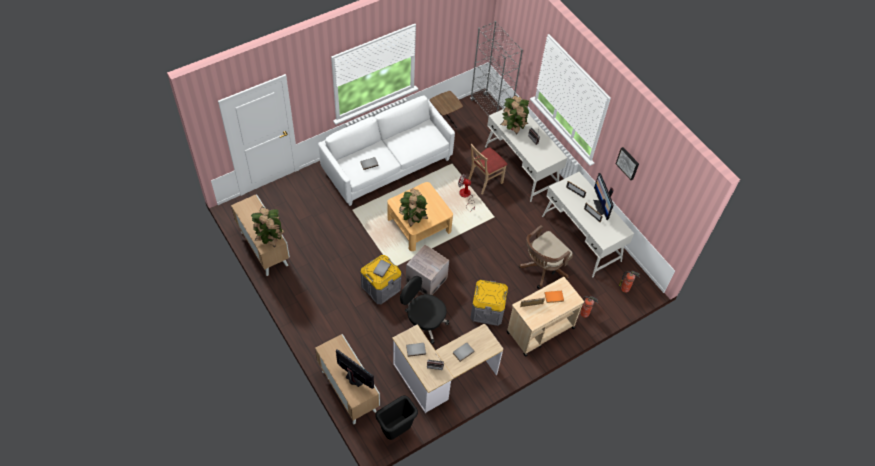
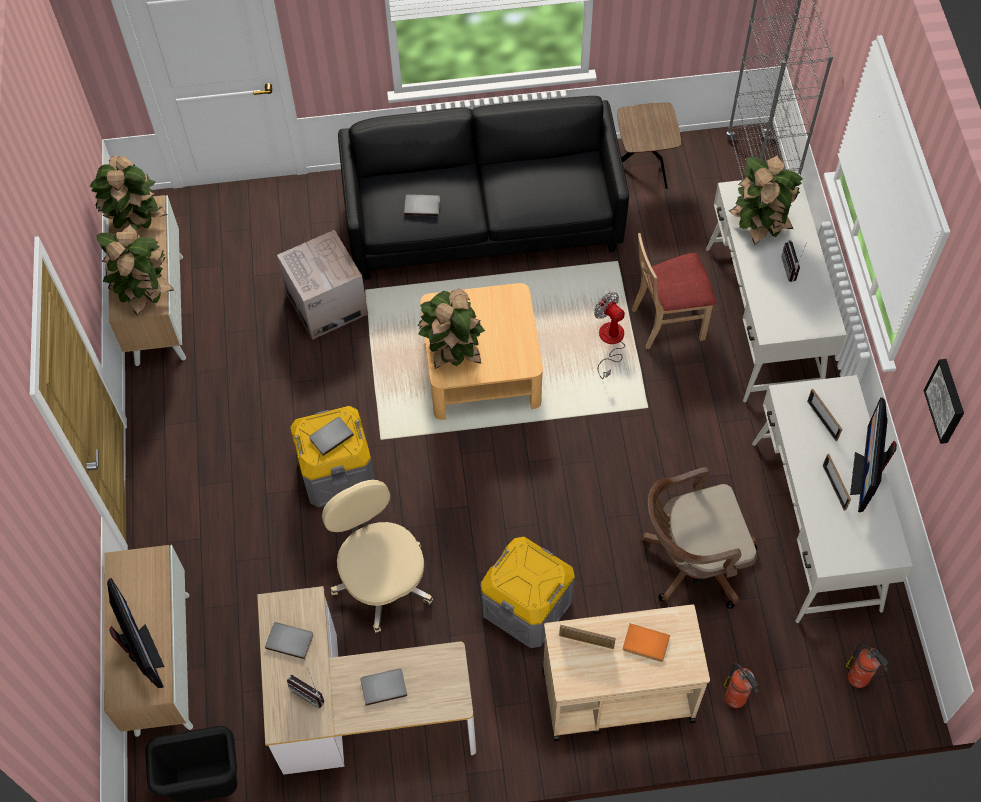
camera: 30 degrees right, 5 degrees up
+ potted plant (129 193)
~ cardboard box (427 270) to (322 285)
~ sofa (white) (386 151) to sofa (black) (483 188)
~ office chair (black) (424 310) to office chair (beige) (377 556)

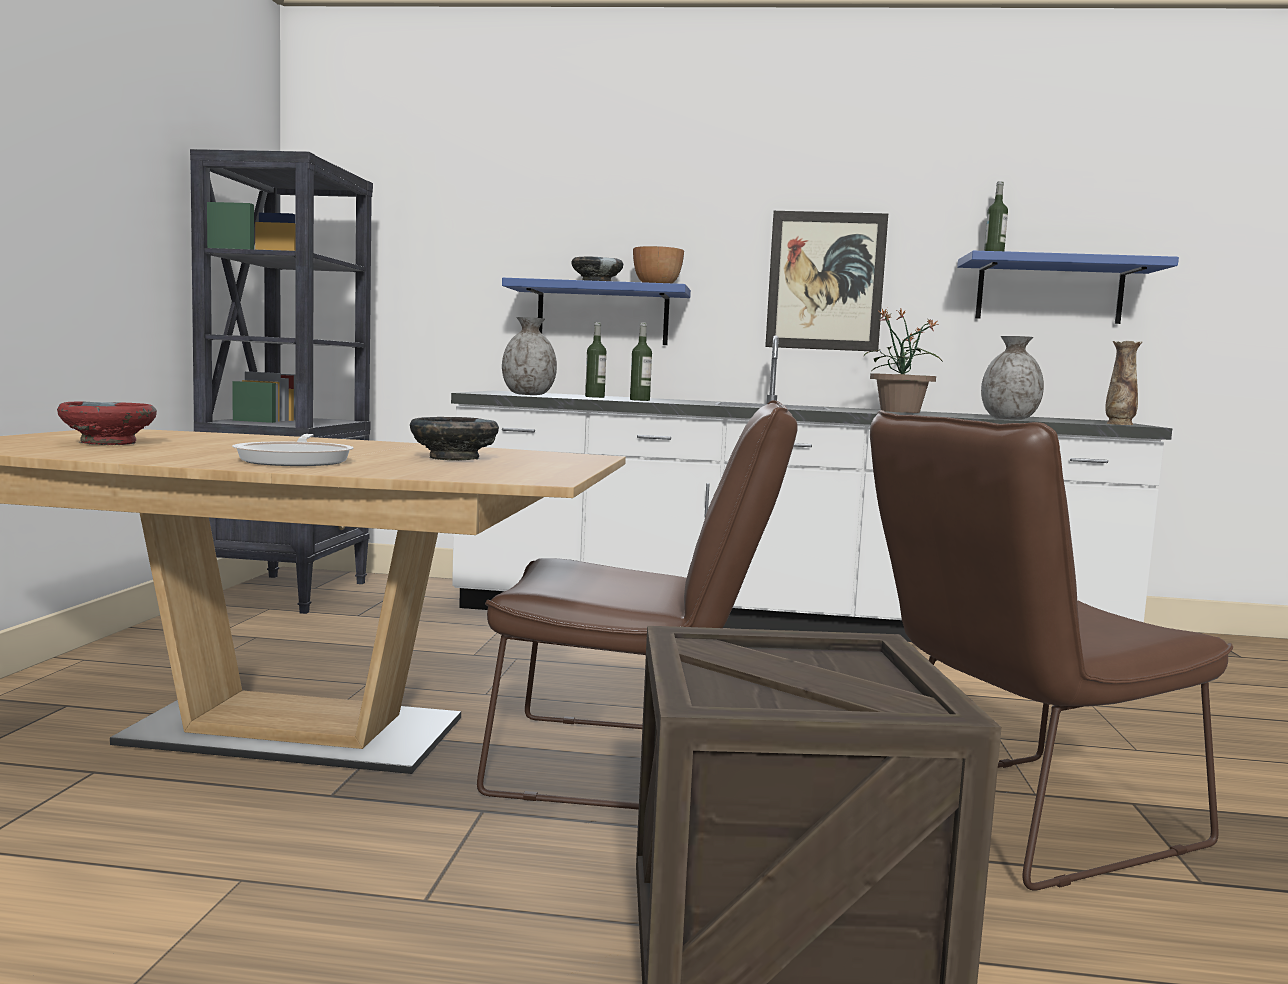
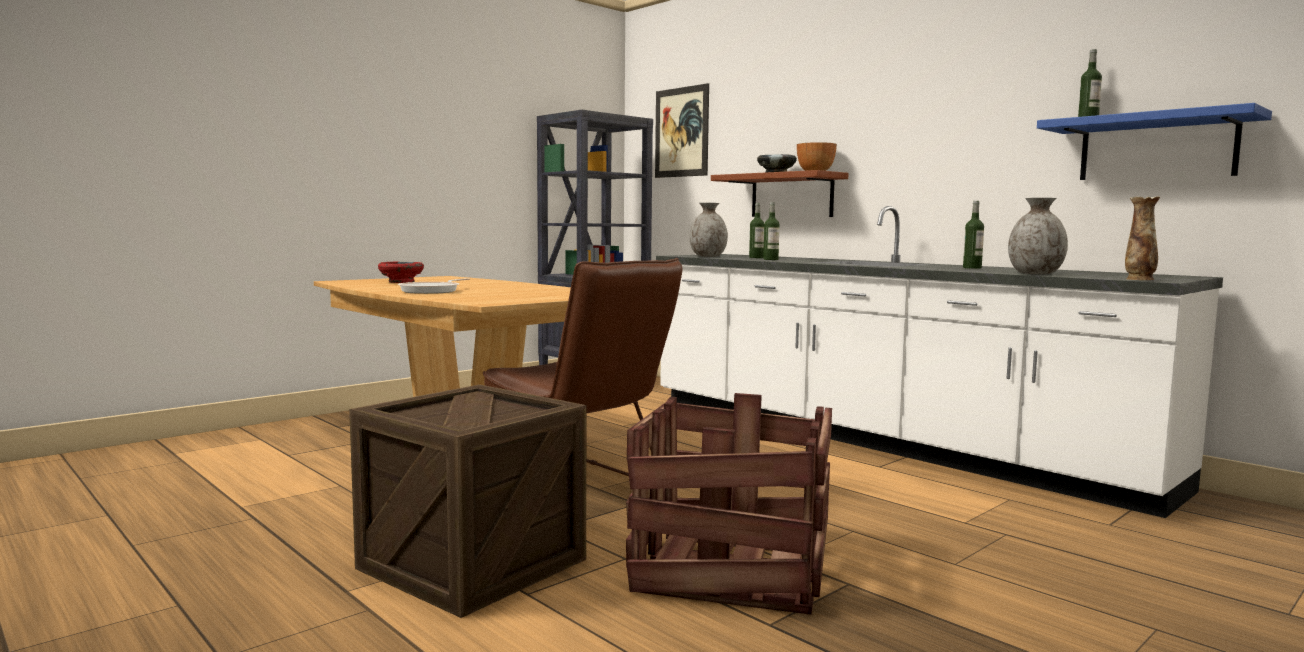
camera: 40 degrees right, 0 degrees up
- bowl (black) (454 439)
~ picture (826 281) to (682 130)
~ potted plant (903 360) to bottle (973 235)
~ chair (brown) (1051 650) to crate (729 504)
~ shelf (blue) (596 311) to shelf (brown) (779 193)

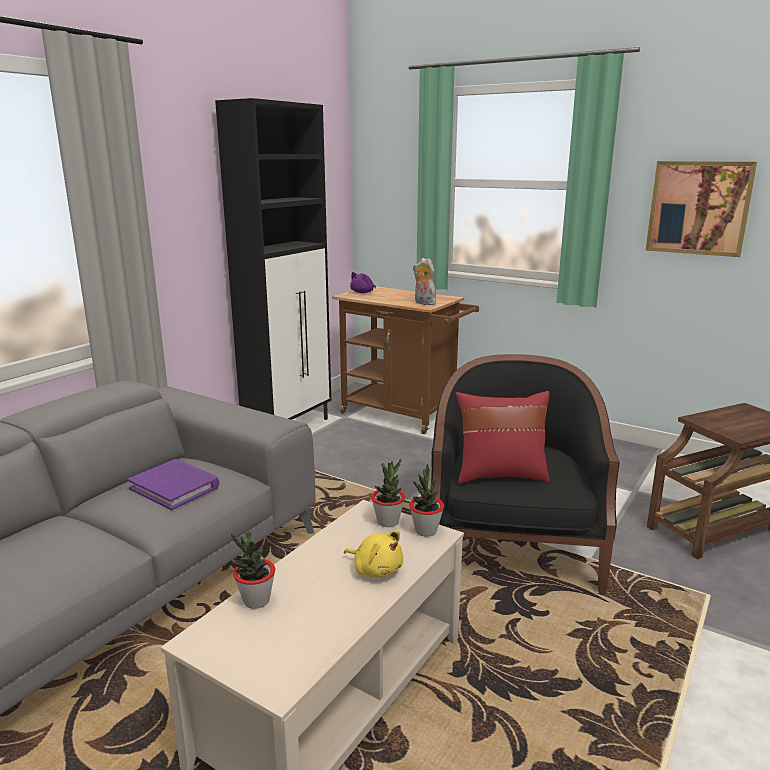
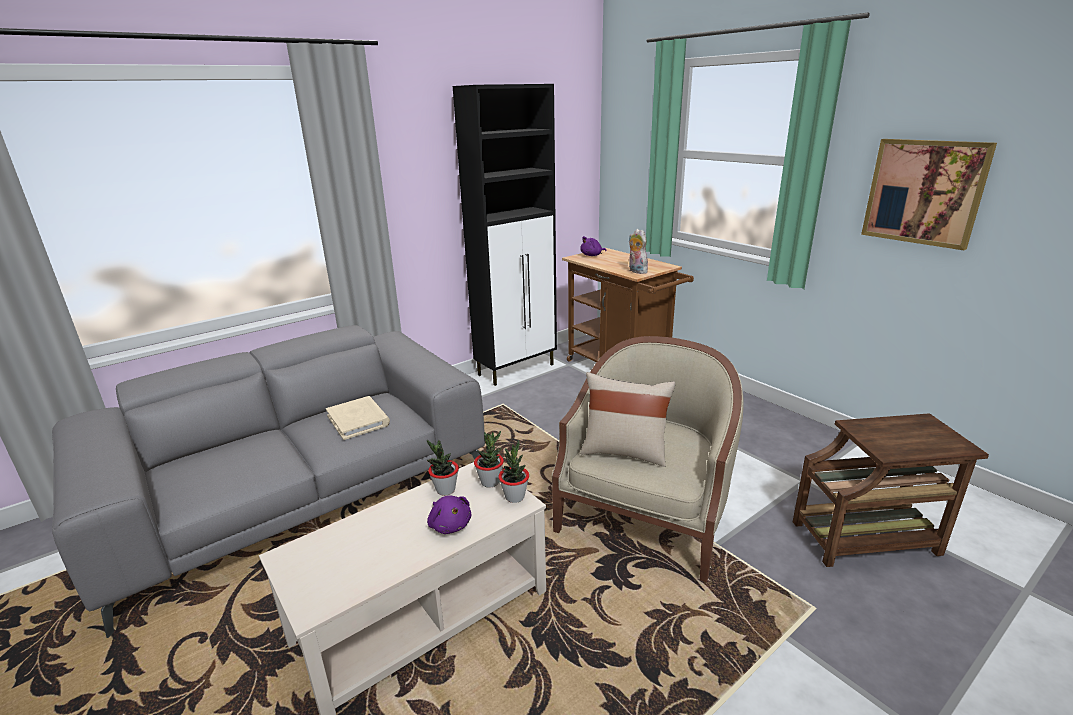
camera: 20 degrees right, 5 degrees up
~ potted plant (253 570) to (443 468)
~ book (purple) (173 484) to book (beige) (358 418)
~ plush toy (yellow) (373 554) to plush toy (purple) (449 515)
~ armchair (black) (525 474) to armchair (beige) (648 459)
~ pillow (red) (503 437) to pillow (beige) (627 419)

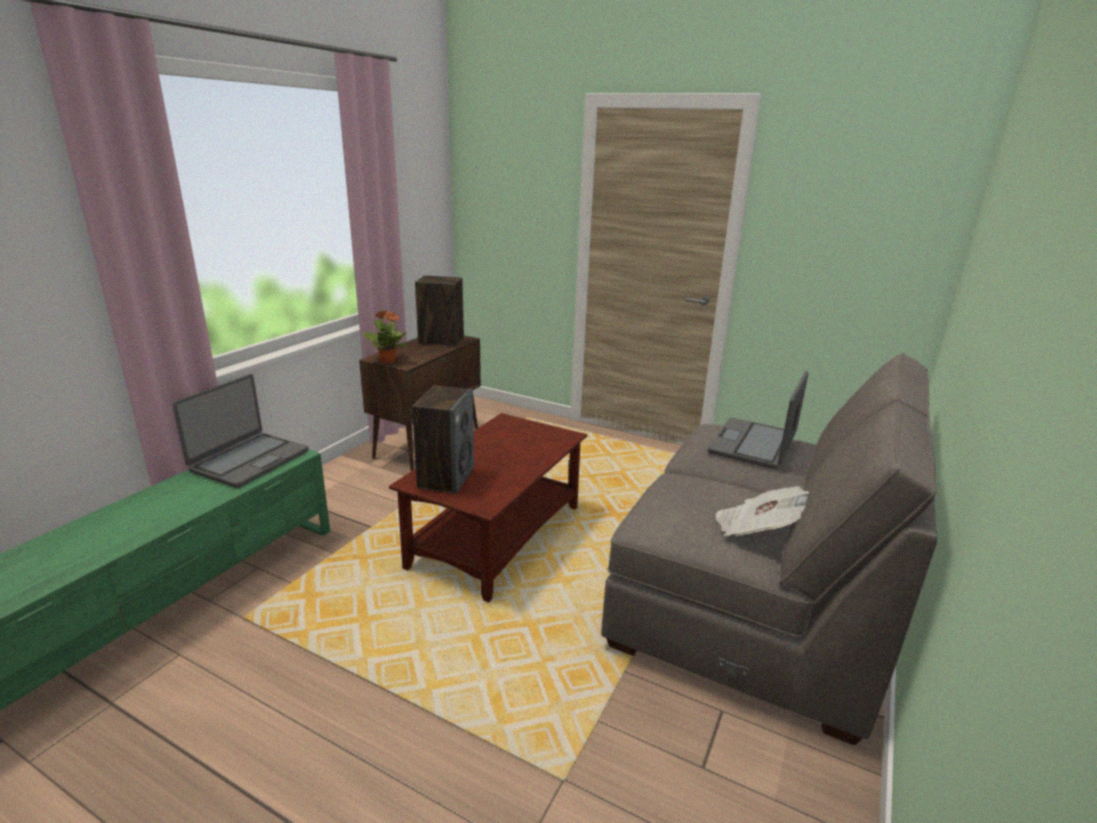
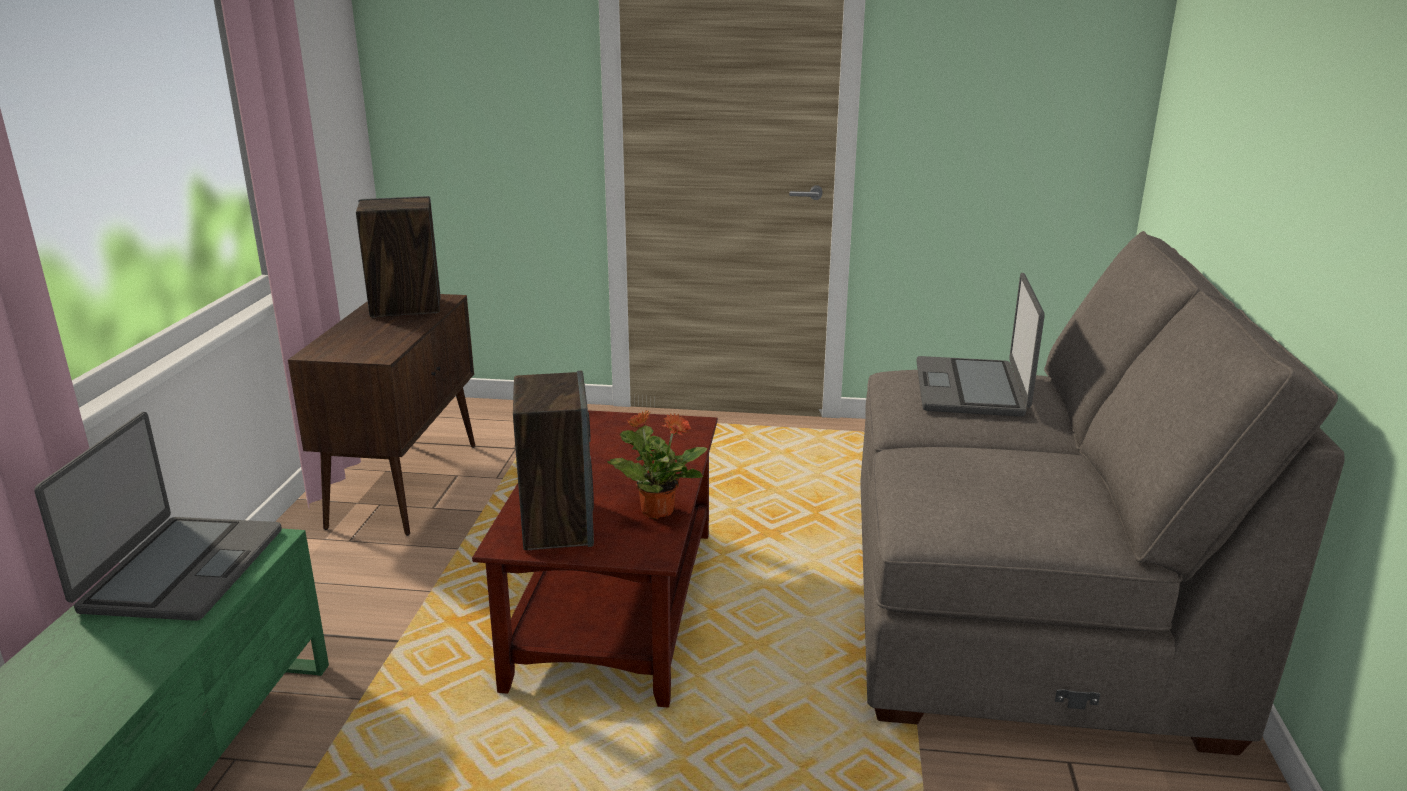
camera: 20 degrees left, 0 degrees up
- newspaper (762 511)
~ potted plant (385 336) to (657 464)

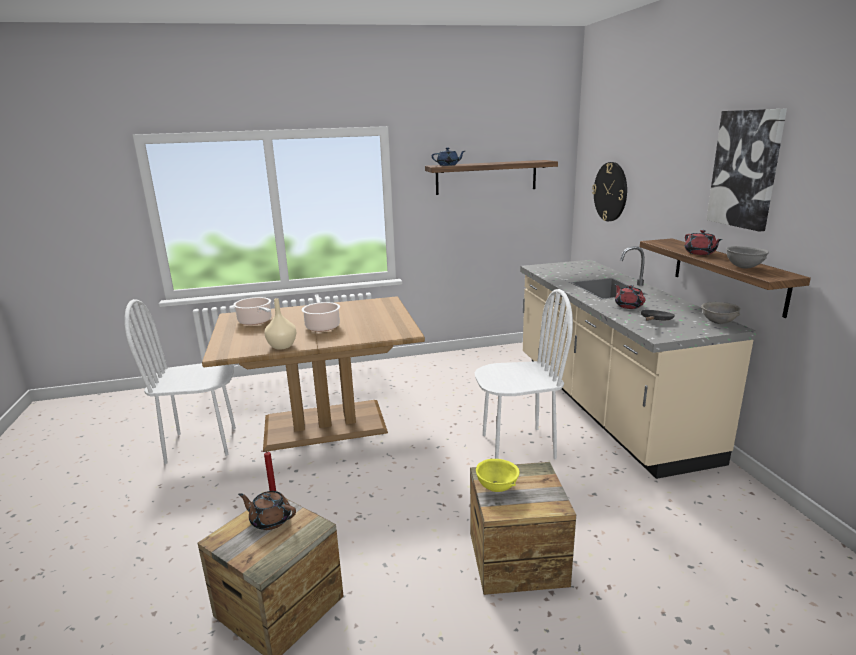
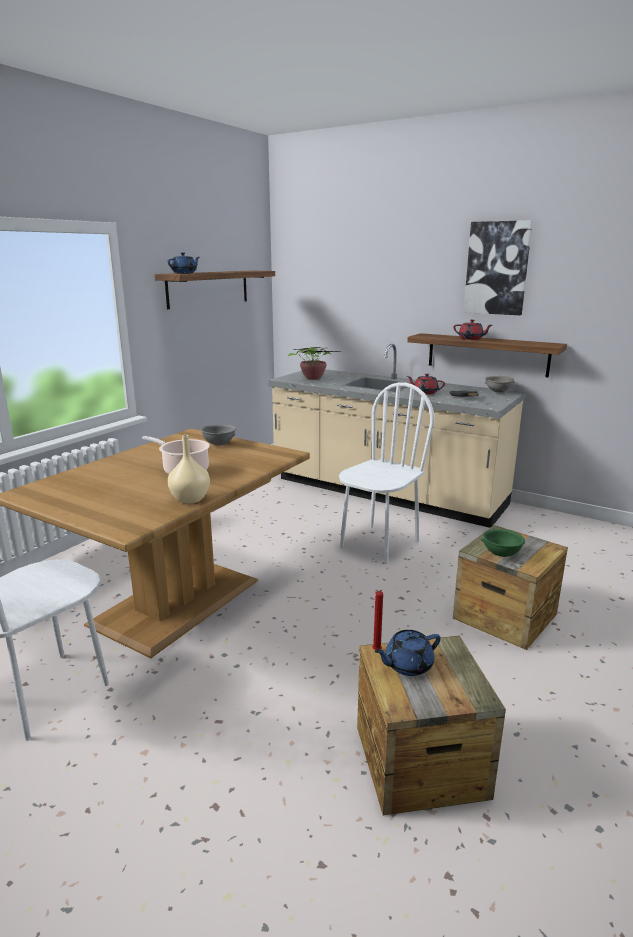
camera: 45 degrees left, 0 degrees up
- cooking pot (252 311)
- wall clock (609 191)
+ potted plant (311 363)
~ bowl (grey) (747 257) to (218 435)
~ teapot (brown) (267 510) to teapot (blue) (407 653)
~ bowl (yellow) (497 475) to bowl (green) (503 543)

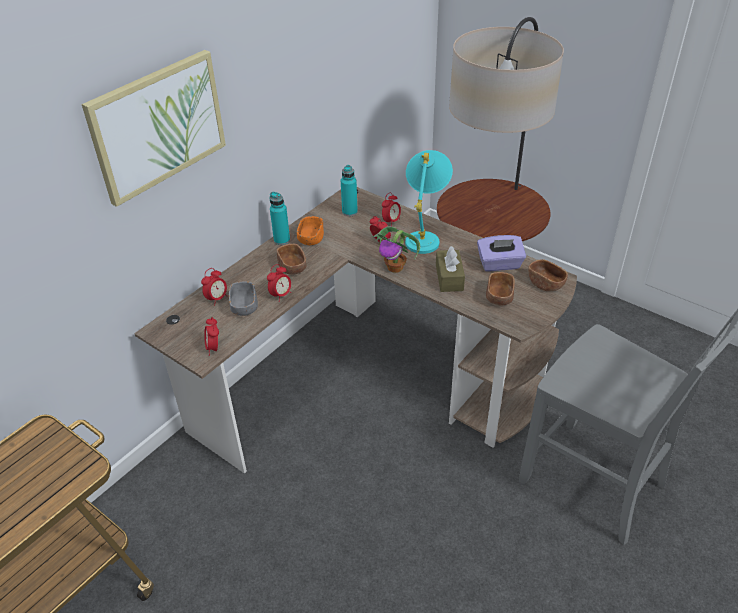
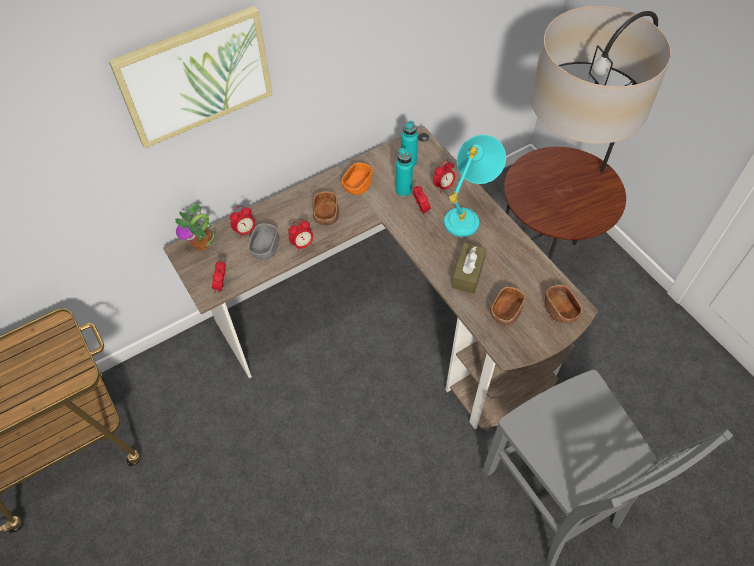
camera: 20 degrees right, 15 degrees up
- tissue box (purple) (501 253)
~ bottle (turquoise) (279 218) to (404 172)
~ potted plant (396 249) to (195 227)

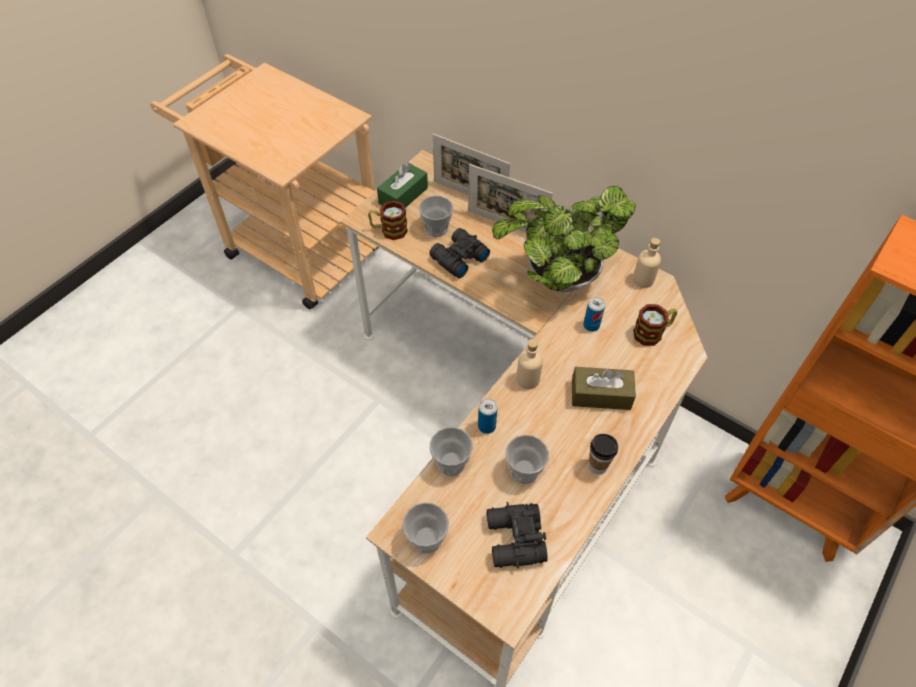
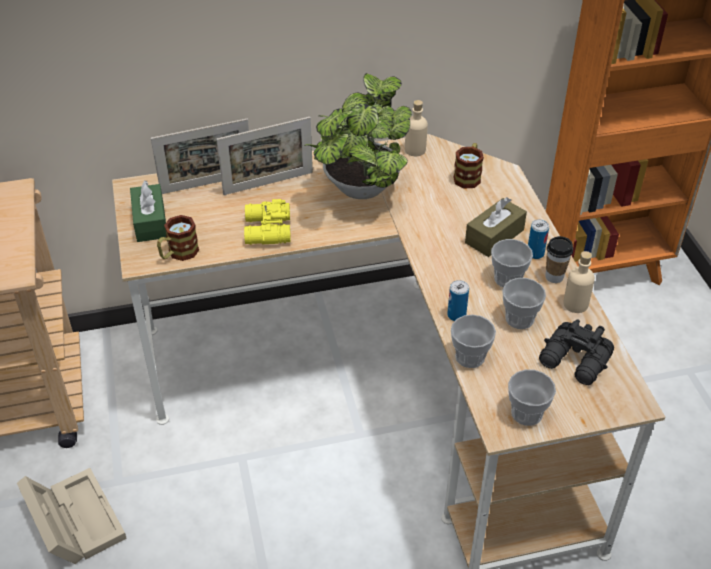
camera: 50 degrees left, 10 degrees down
+ storage box (beige) (72 516)
~ cup (436 216) to (512 263)
~ bottle (beige) (529 364) to (579 282)
~ can (594 314) to (538 239)
~ binoculars (black) (459 253) to binoculars (yellow) (267 222)

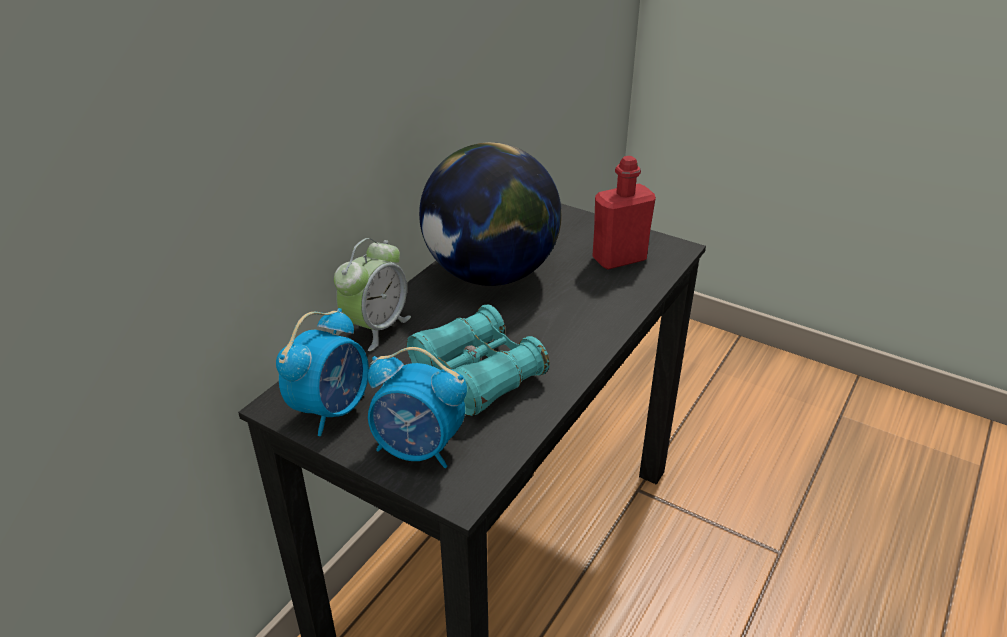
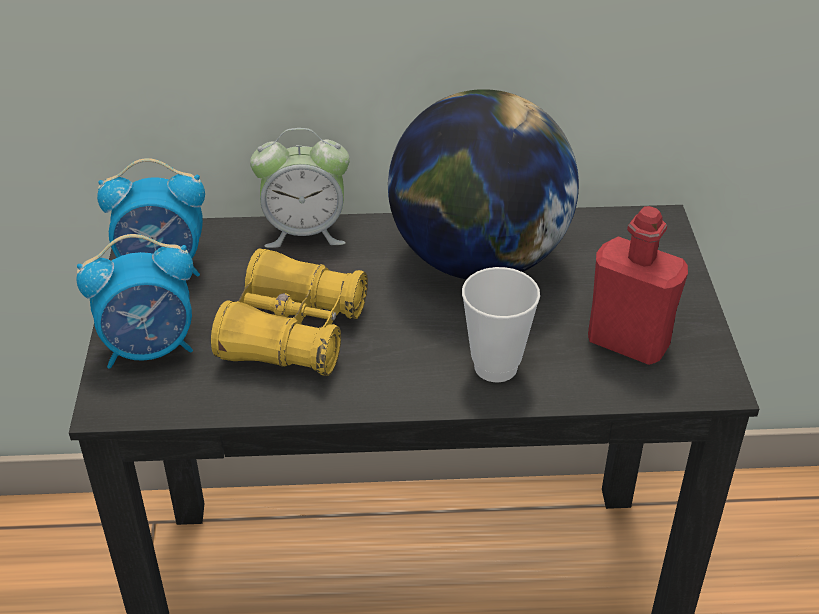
camera: 55 degrees right, 5 degrees up
+ cup (501 324)
~ binoculars (turquoise) (478 360) to binoculars (yellow) (289 312)
~ alarm clock (417 407) = (135 301) 90 degrees counterclockwise

